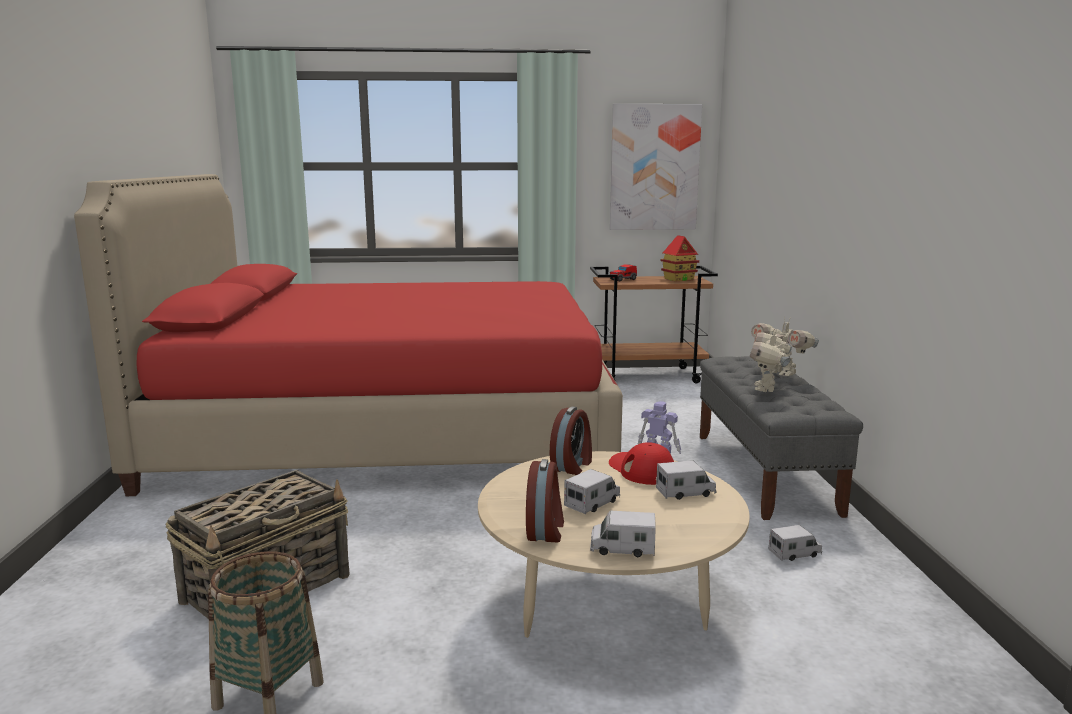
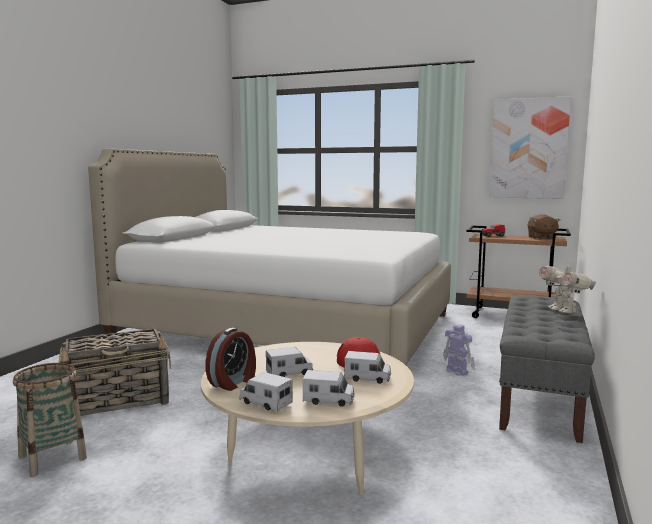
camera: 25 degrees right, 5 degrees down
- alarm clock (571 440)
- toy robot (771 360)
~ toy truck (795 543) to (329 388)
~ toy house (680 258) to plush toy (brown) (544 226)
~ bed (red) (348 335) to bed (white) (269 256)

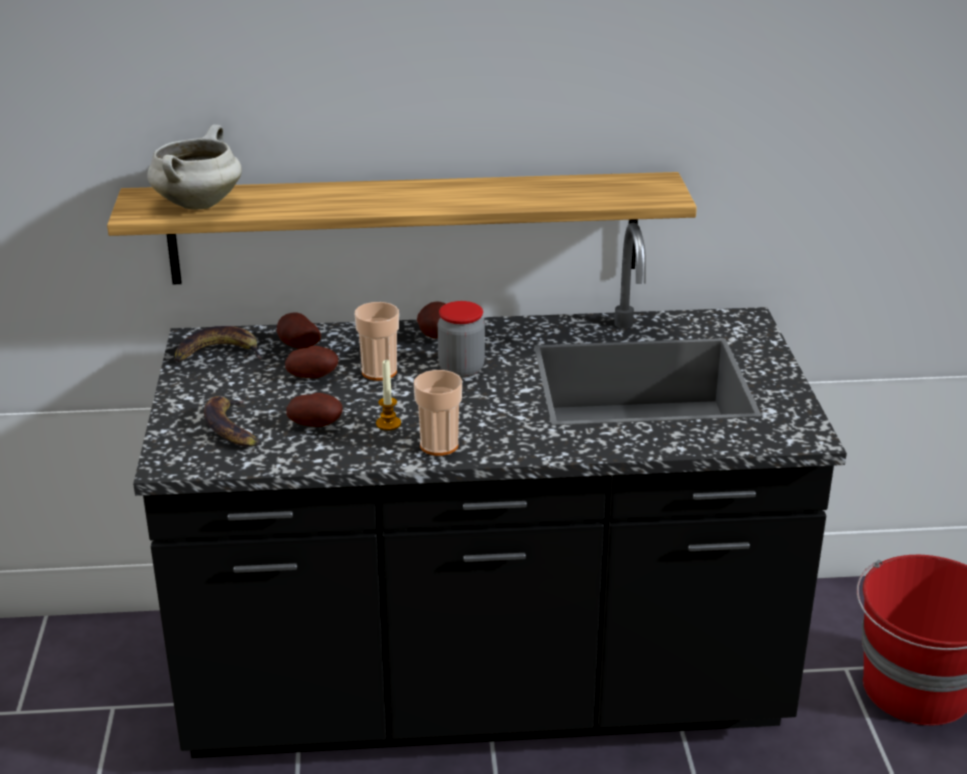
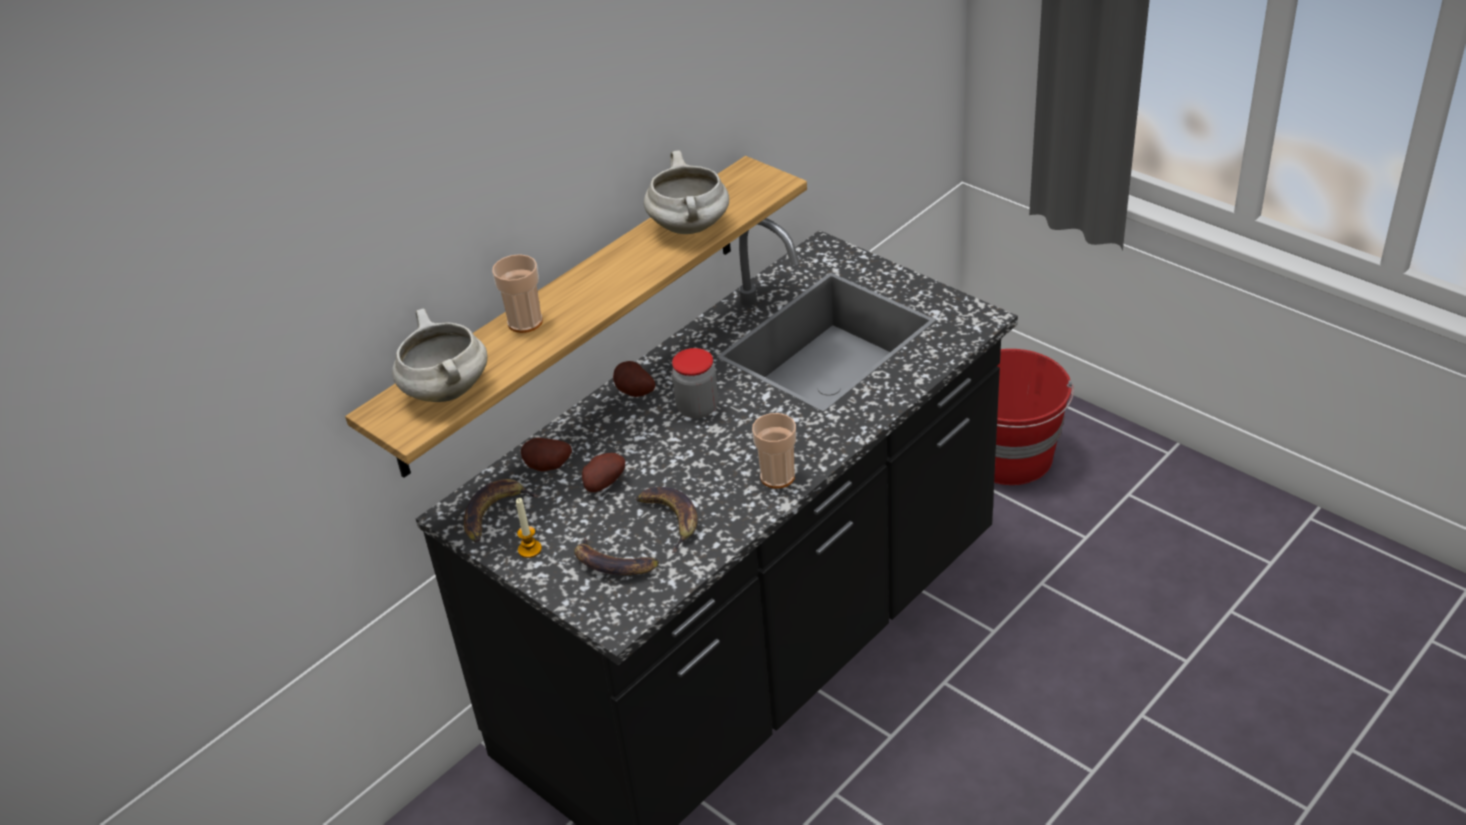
camera: 40 degrees left, 10 degrees up
+ cooking pot (white) (686 192)
~ cup (377 341) to (517 293)
~ candle (388 395) to (529 528)
~ potato (314 410) to banana (667 520)

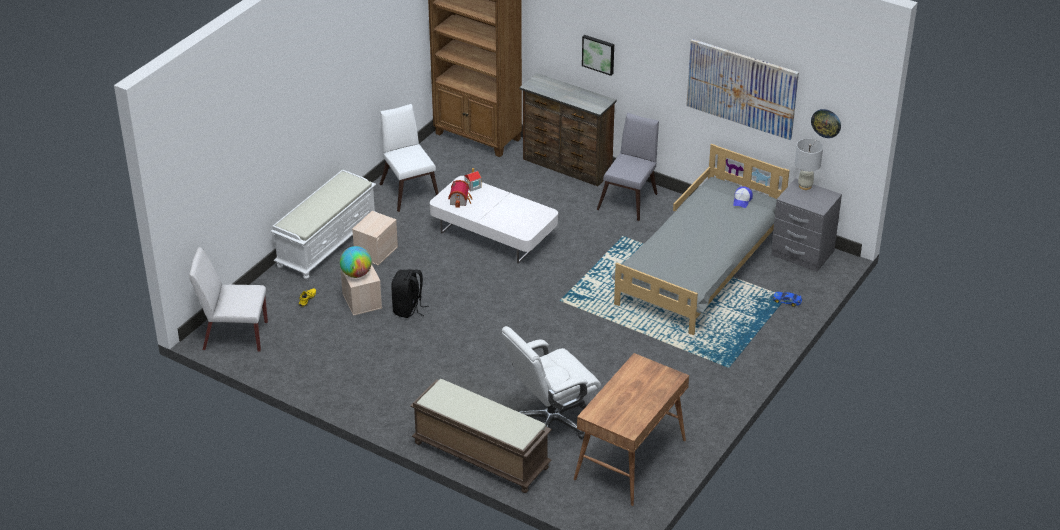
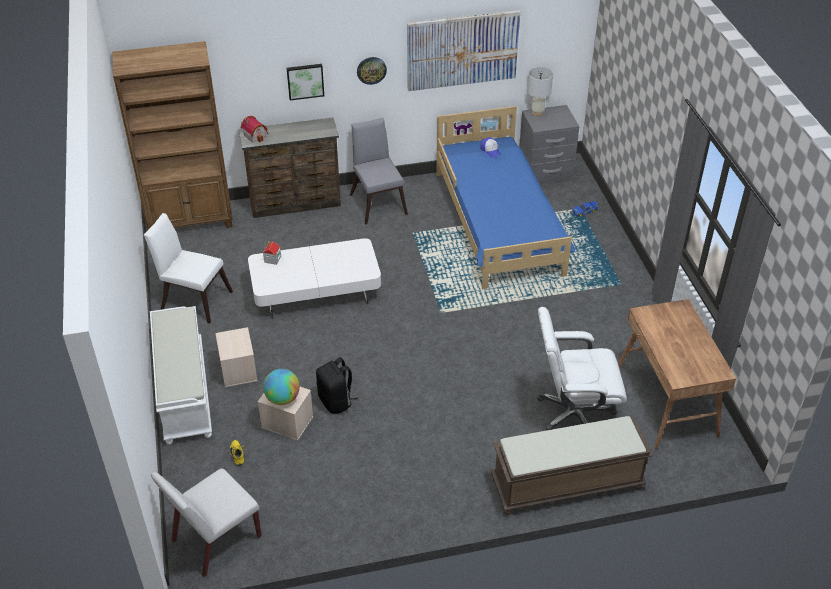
camera: 45 degrees left, 5 degrees up
~ toy house (460 194) to (254 129)
~ wall clock (826 123) to (372 71)
~ bed (grey) (700 239) to bed (blue) (505 197)
~ office chair (white) (551 382) = (582 369) 75 degrees clockwise

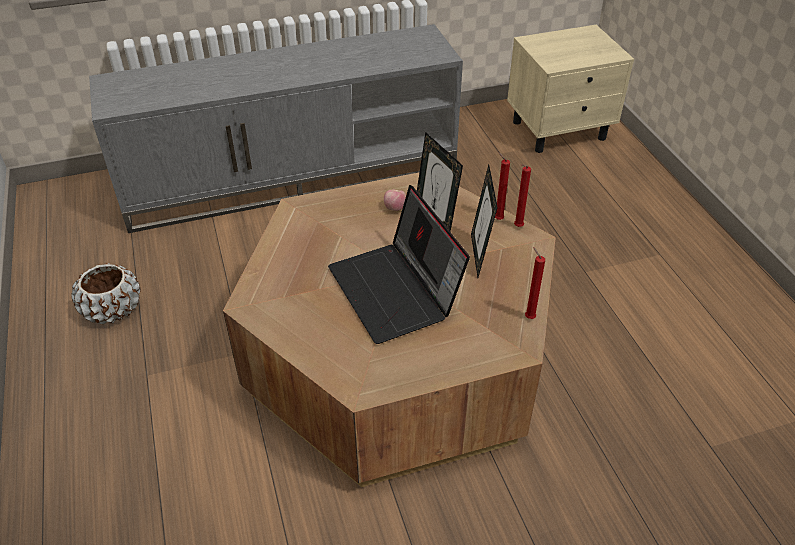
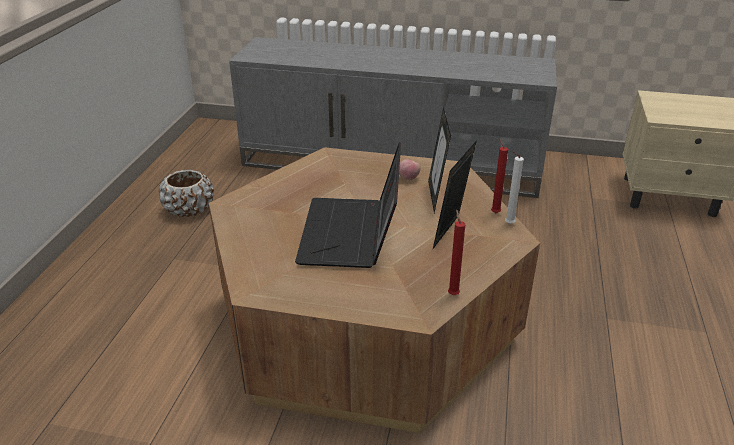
camera: 30 degrees right, 10 degrees down
~ candle (red) (522 195) to candle (white) (514 187)

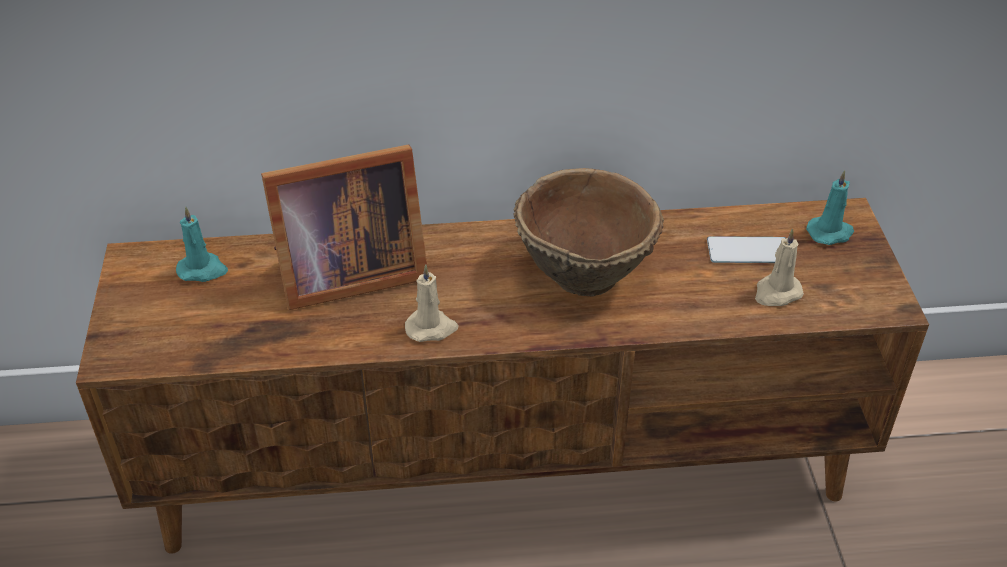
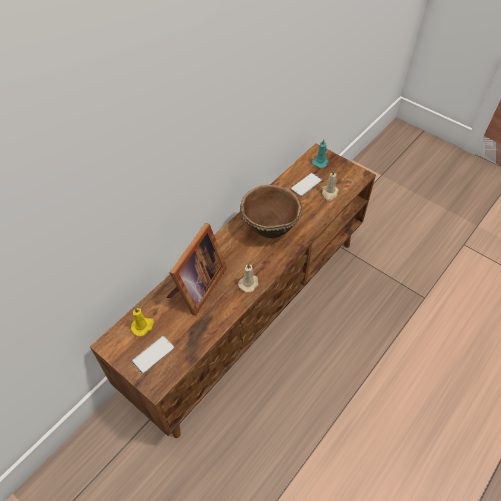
camera: 45 degrees left, 10 degrees up
+ phone (153 355)
~ candle (turquoise) (202 244) to candle (yellow) (142 321)

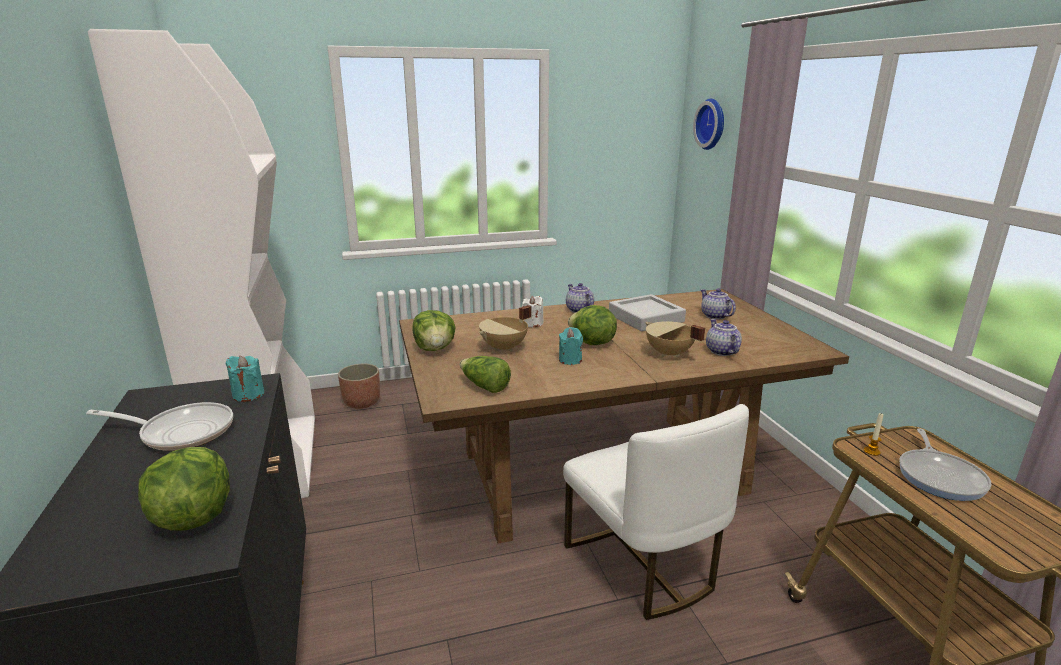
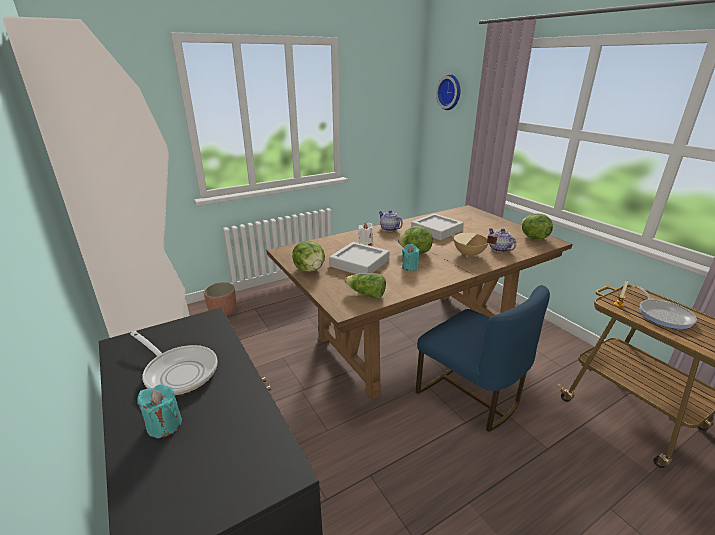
camera: 15 degrees left, 5 degrees up
- teapot (718 304)
~ lettuce (184 489) to (537 226)
~ candle (turquoise) (245 379) to (159 411)
~ cooking pot (beige) (505 328) to tray (grey) (359 258)
~ chair (white) (656 512) to chair (blue) (483 358)
~ frying pan (159 426) = (173 363) 45 degrees clockwise

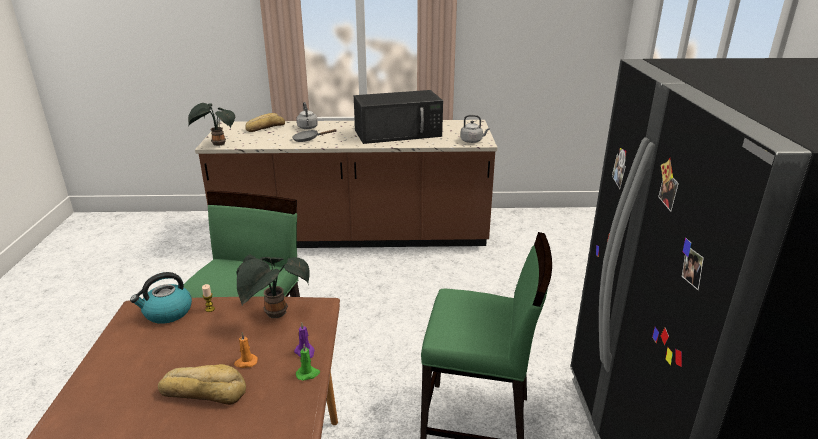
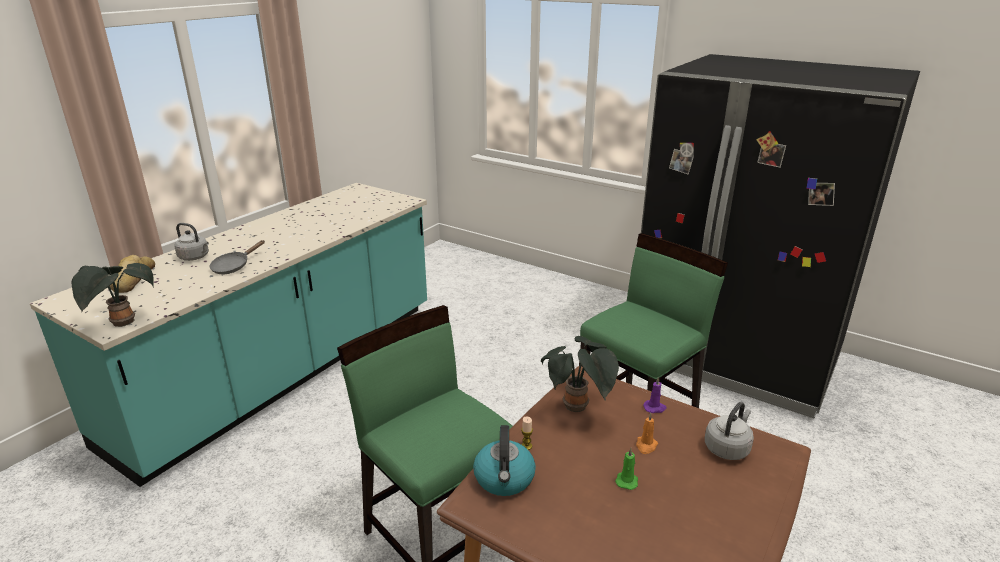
camera: 55 degrees left, 0 degrees up
- bread (202 384)
- microwave (black) (398 117)
~ candle (green) (308 362) to (626 469)
~ kettle (grey) (475 129) to (729 431)
~ counter (brown) (346 184) to counter (turquoise) (228 335)

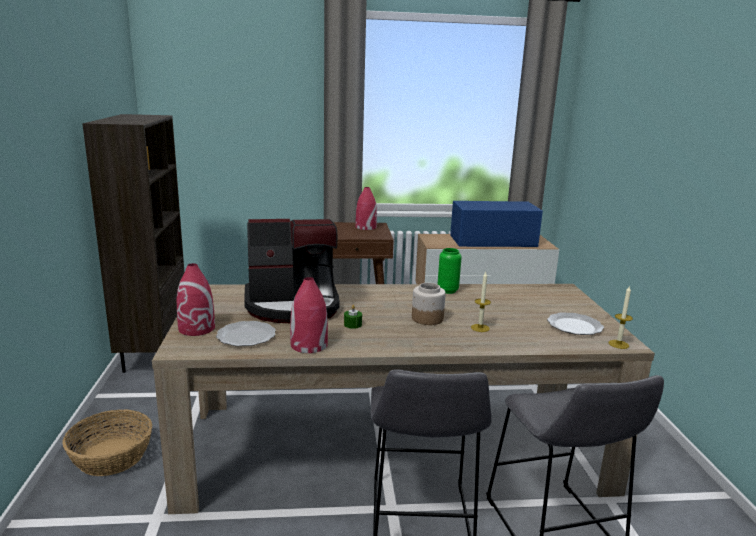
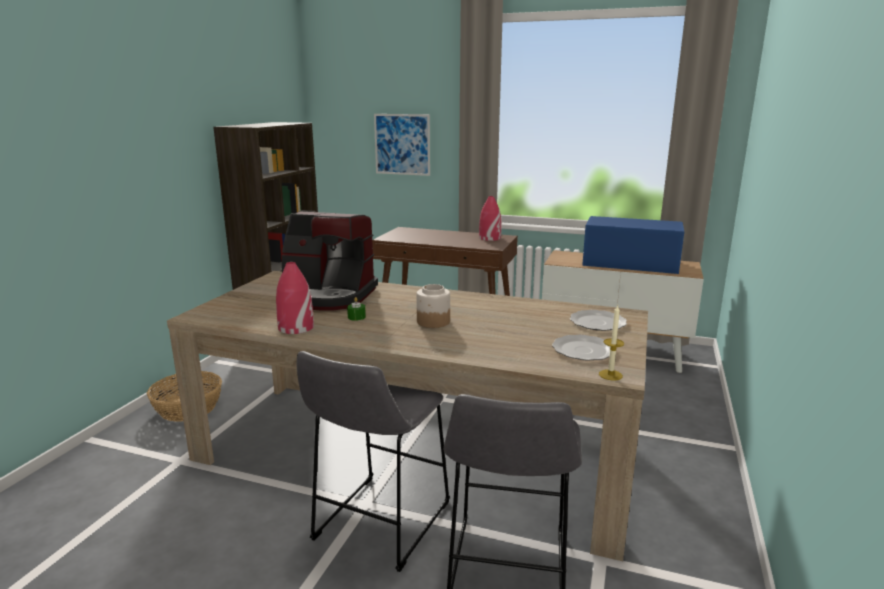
camera: 25 degrees right, 0 degrees up
- vase (red) (196 299)
- vase (green) (450 271)
- candle (481 302)
+ picture (402 145)
~ plate (246 333) to (598 320)

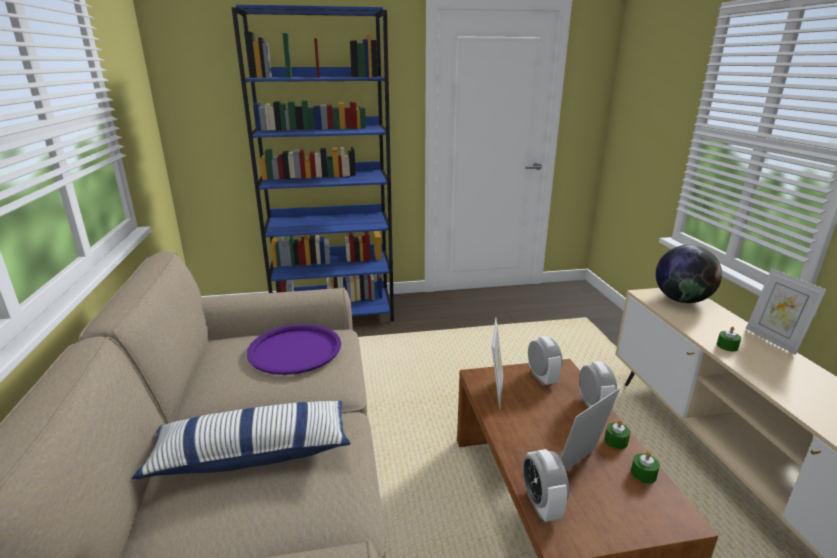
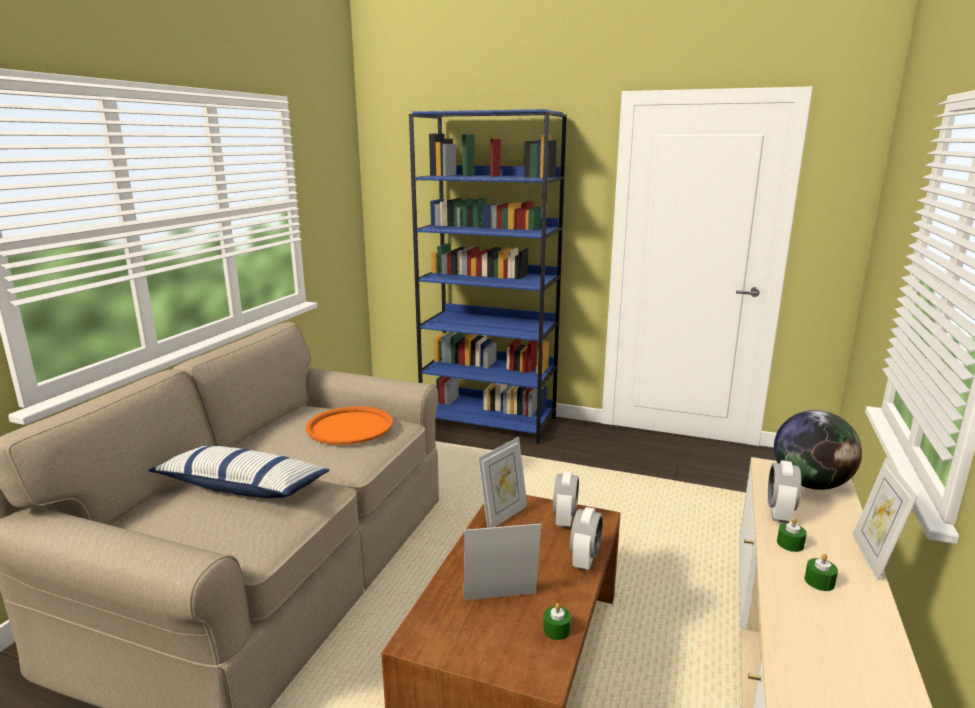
camera: 30 degrees right, 5 degrees down
~ alarm clock (546 485) to (784 491)
~ candle (green) (617 434) to (821 572)
~ tray (purple) (294 349) to tray (orange) (349 425)

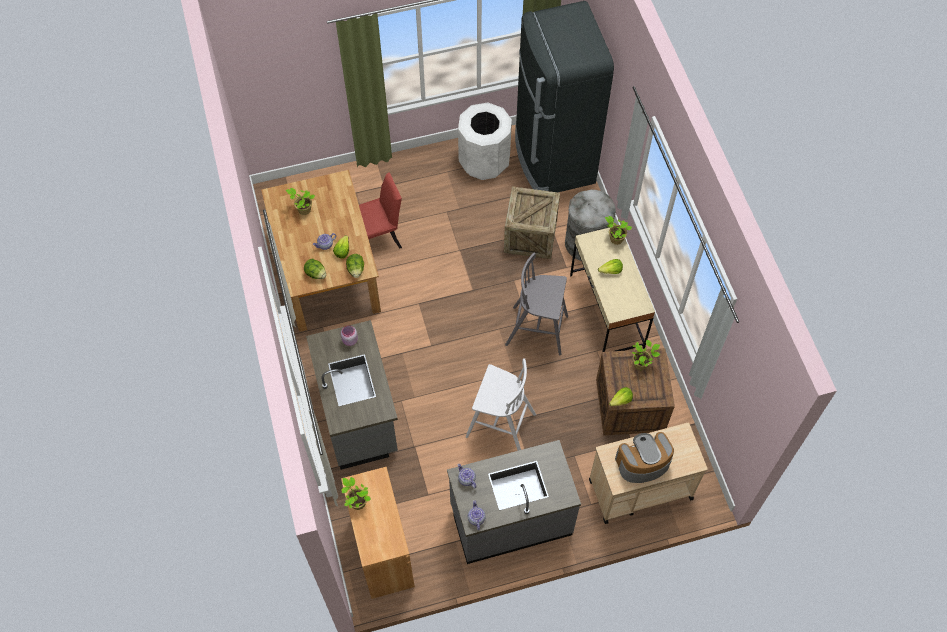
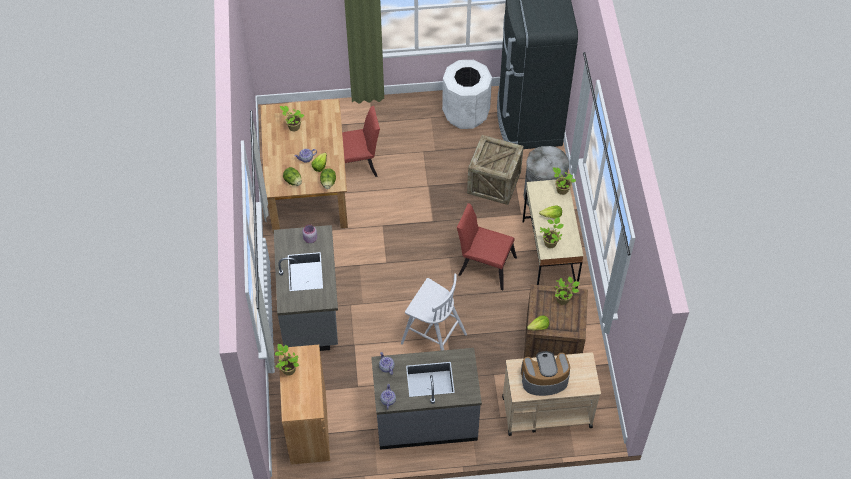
camera: 10 degrees right, 5 degrees down
+ potted plant (552 232)
~ stool (grey) (536 304) to chair (red) (487 246)

